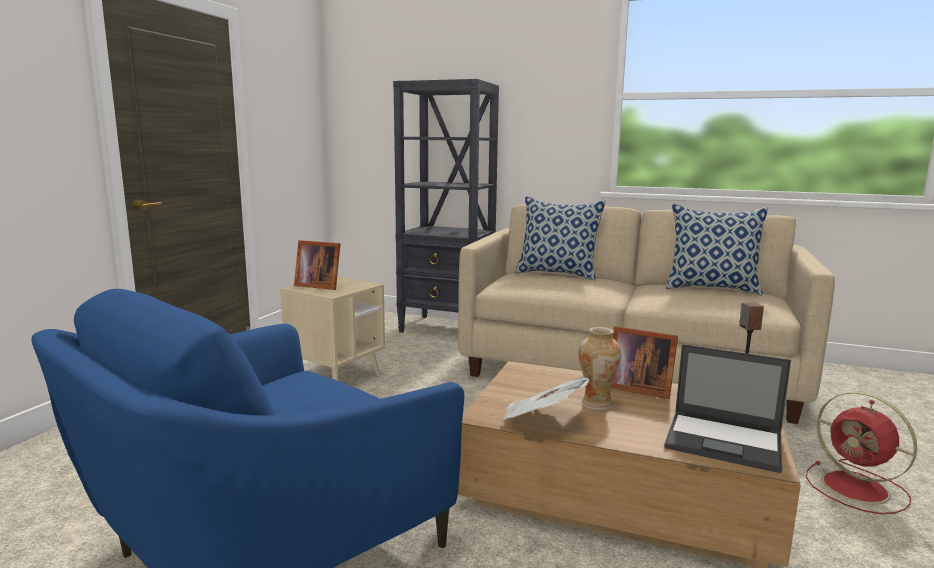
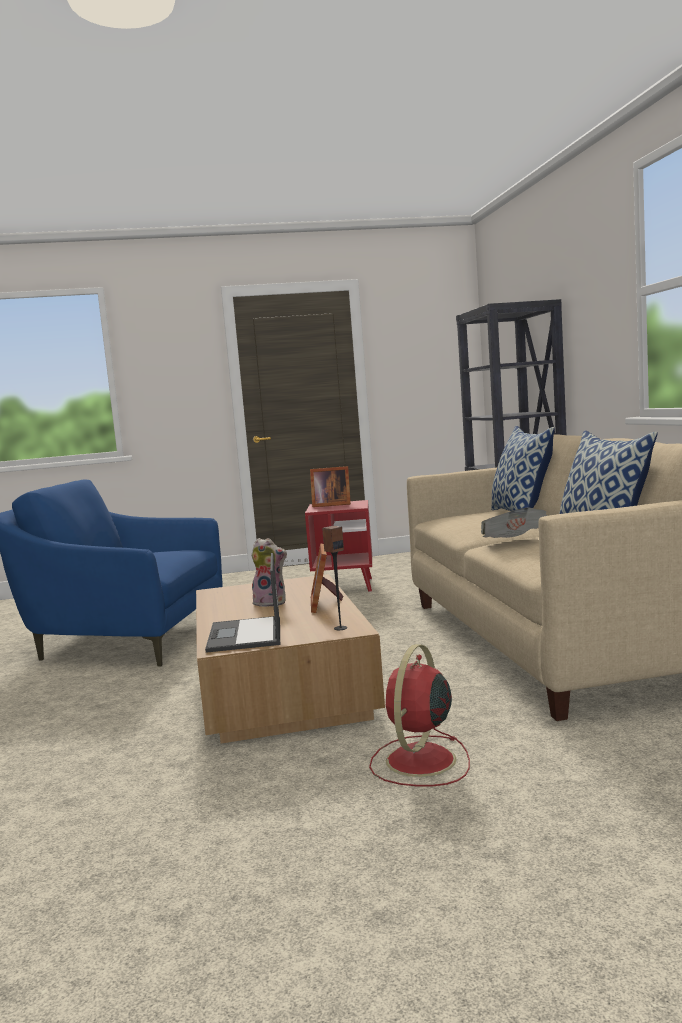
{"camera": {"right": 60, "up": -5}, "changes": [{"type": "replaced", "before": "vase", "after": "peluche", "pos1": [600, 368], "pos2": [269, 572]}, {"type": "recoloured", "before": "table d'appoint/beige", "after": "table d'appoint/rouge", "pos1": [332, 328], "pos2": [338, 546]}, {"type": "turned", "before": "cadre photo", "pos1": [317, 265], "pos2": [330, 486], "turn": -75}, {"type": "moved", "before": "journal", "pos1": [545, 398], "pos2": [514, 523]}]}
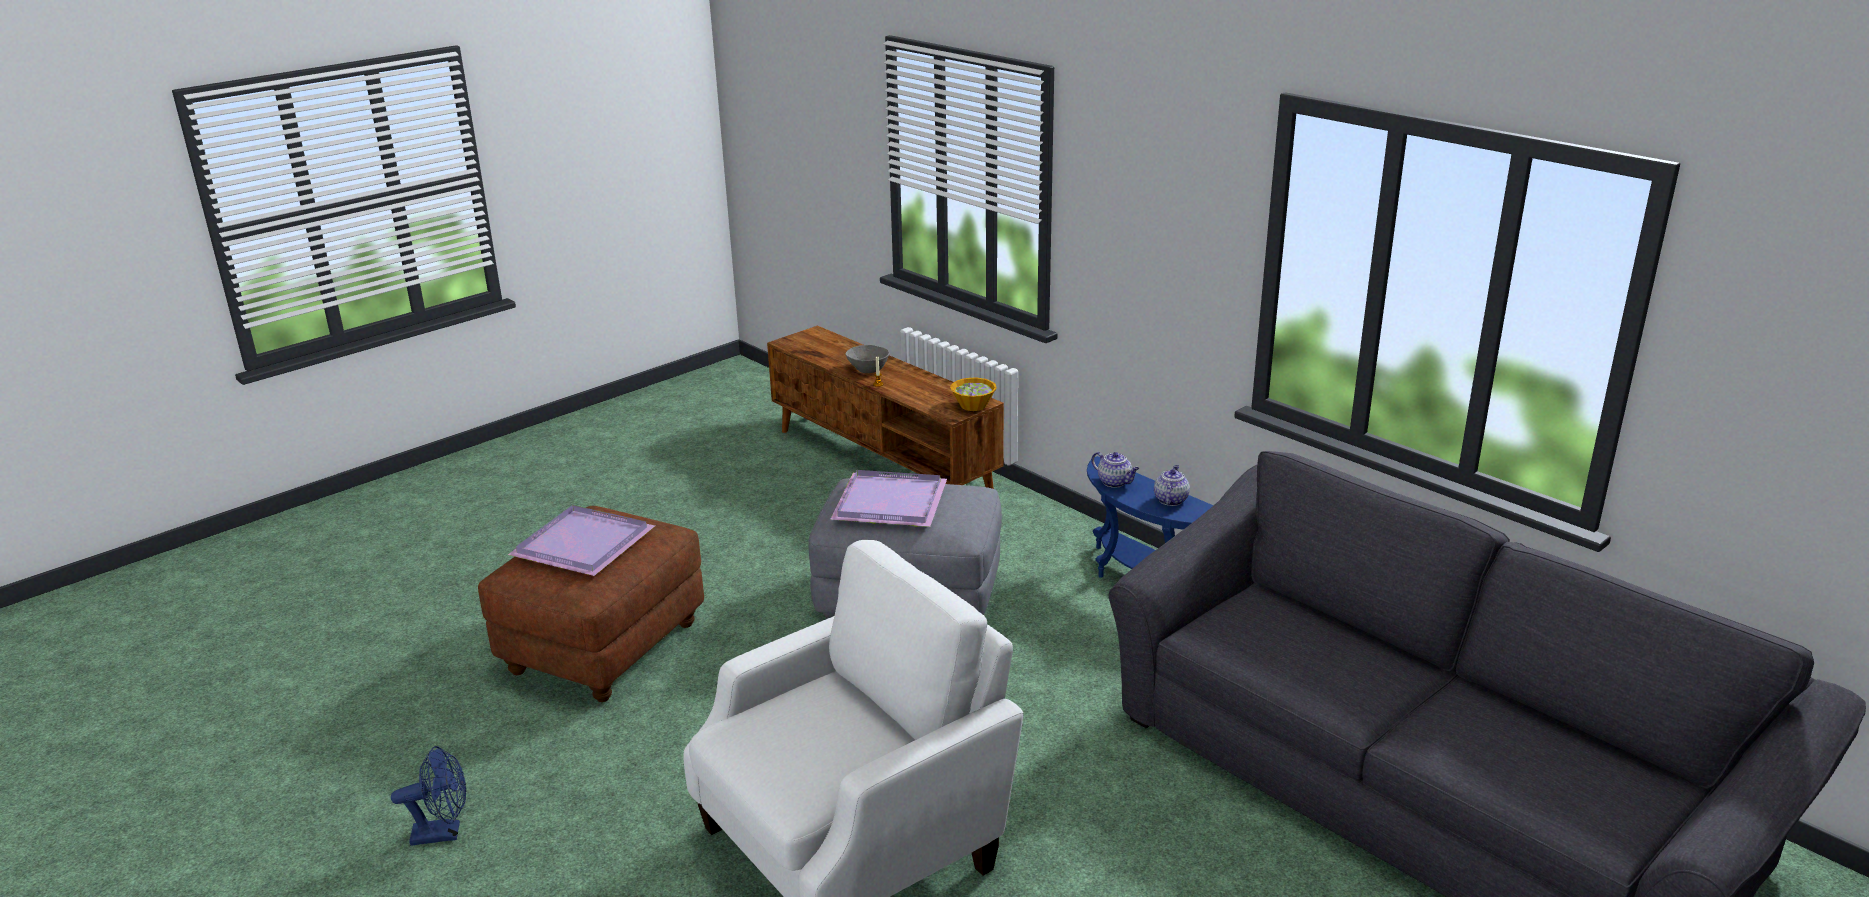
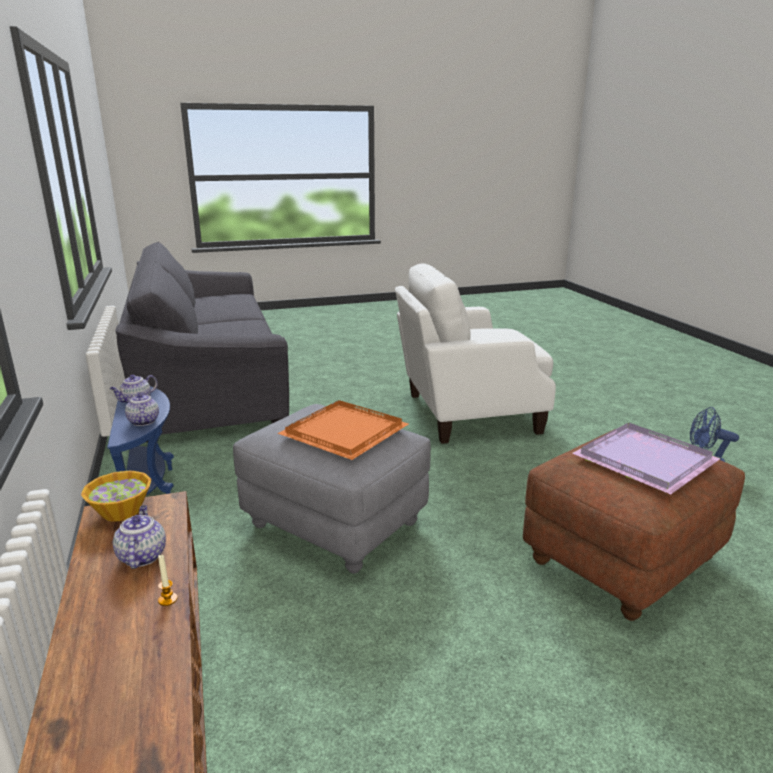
{"camera": {"right": -155, "up": -5}, "changes": [{"type": "added", "after": "théière", "pos2": [139, 537]}, {"type": "recoloured", "before": "plateau/violet", "after": "plateau/orange", "pos1": [888, 498], "pos2": [343, 430]}, {"type": "removed", "before": "bol/gris", "pos1": [867, 359]}]}
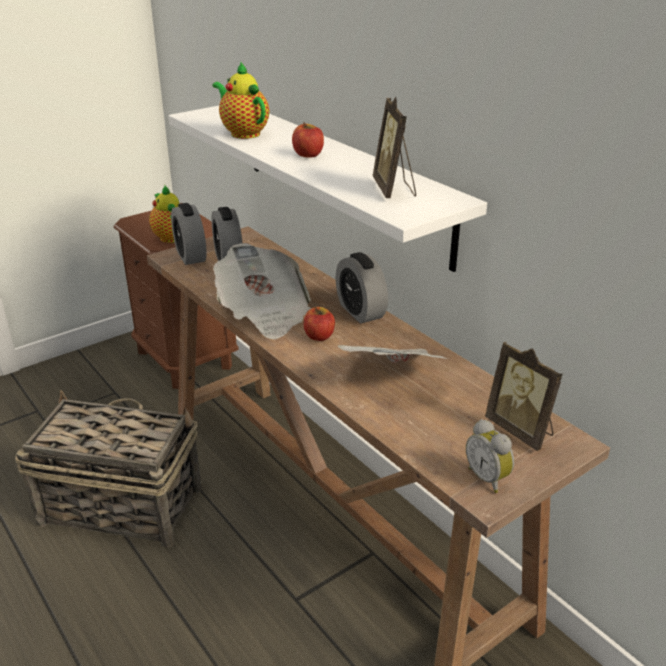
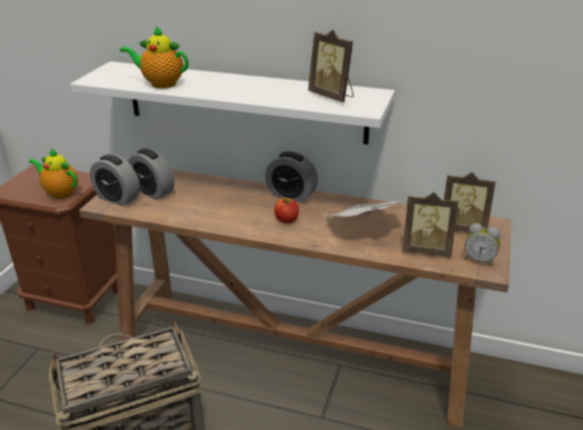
{"camera": {"right": -35, "up": 0}, "changes": [{"type": "added", "after": "cadre photo", "pos2": [430, 224]}, {"type": "removed", "before": "journal", "pos1": [262, 291]}, {"type": "removed", "before": "pomme", "pos1": [308, 140]}]}
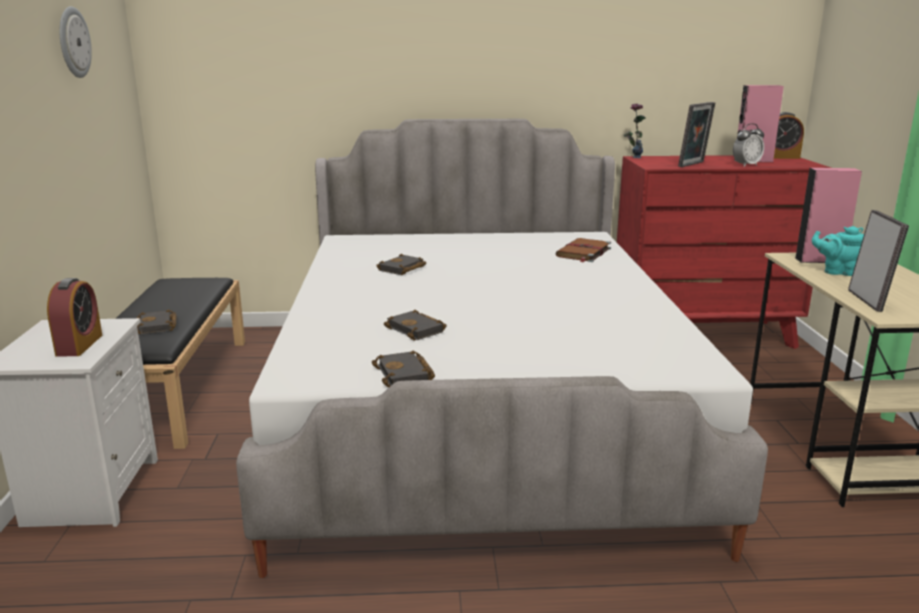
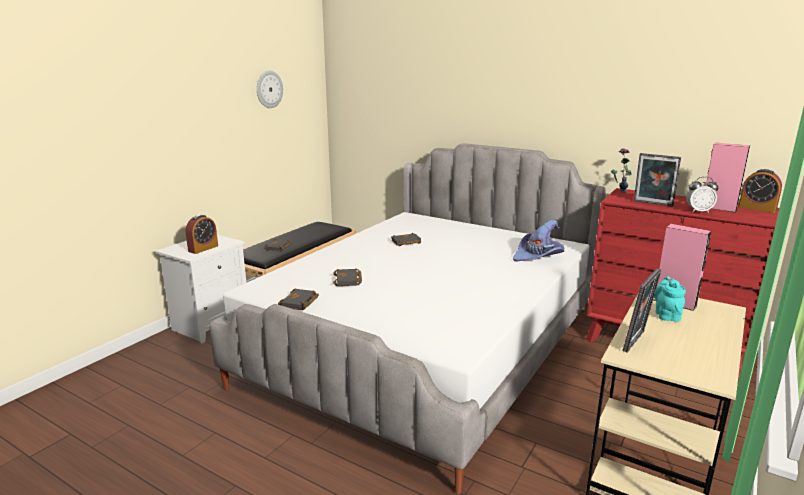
{"camera": {"right": 35, "up": 0}, "changes": [{"type": "replaced", "before": "livre/marron", "after": "chapeau/violet", "pos1": [583, 250], "pos2": [538, 240]}, {"type": "turned", "before": "cadre photo", "pos1": [696, 134], "pos2": [657, 179], "turn": 45}, {"type": "turned", "before": "théière/turquoise", "pos1": [838, 251], "pos2": [670, 298], "turn": 45}]}
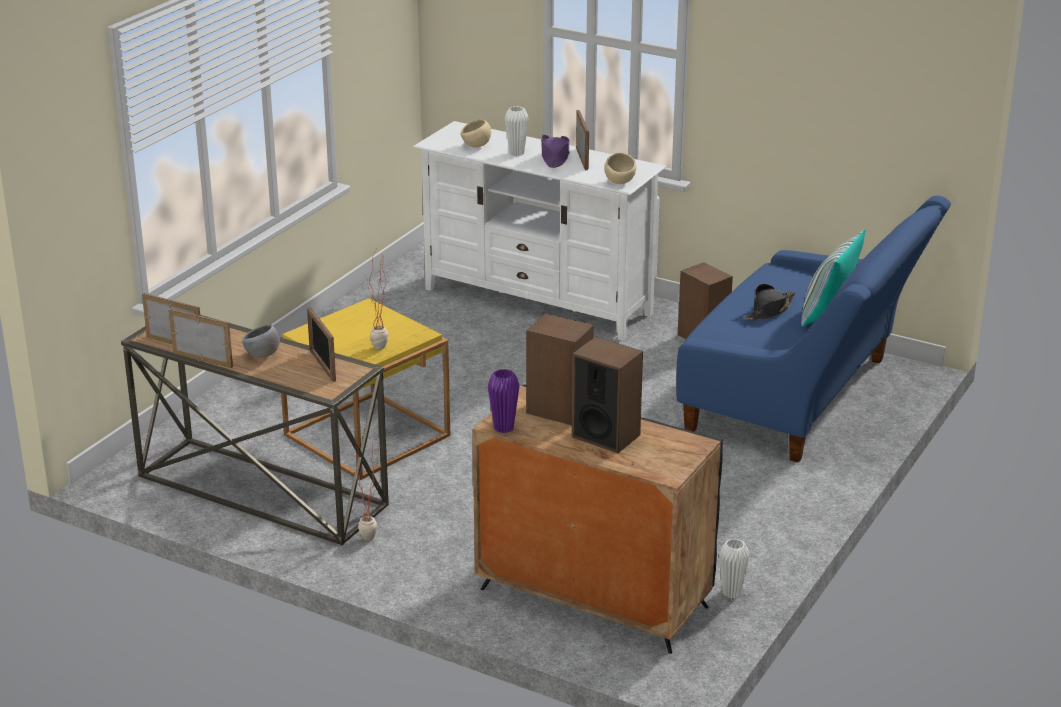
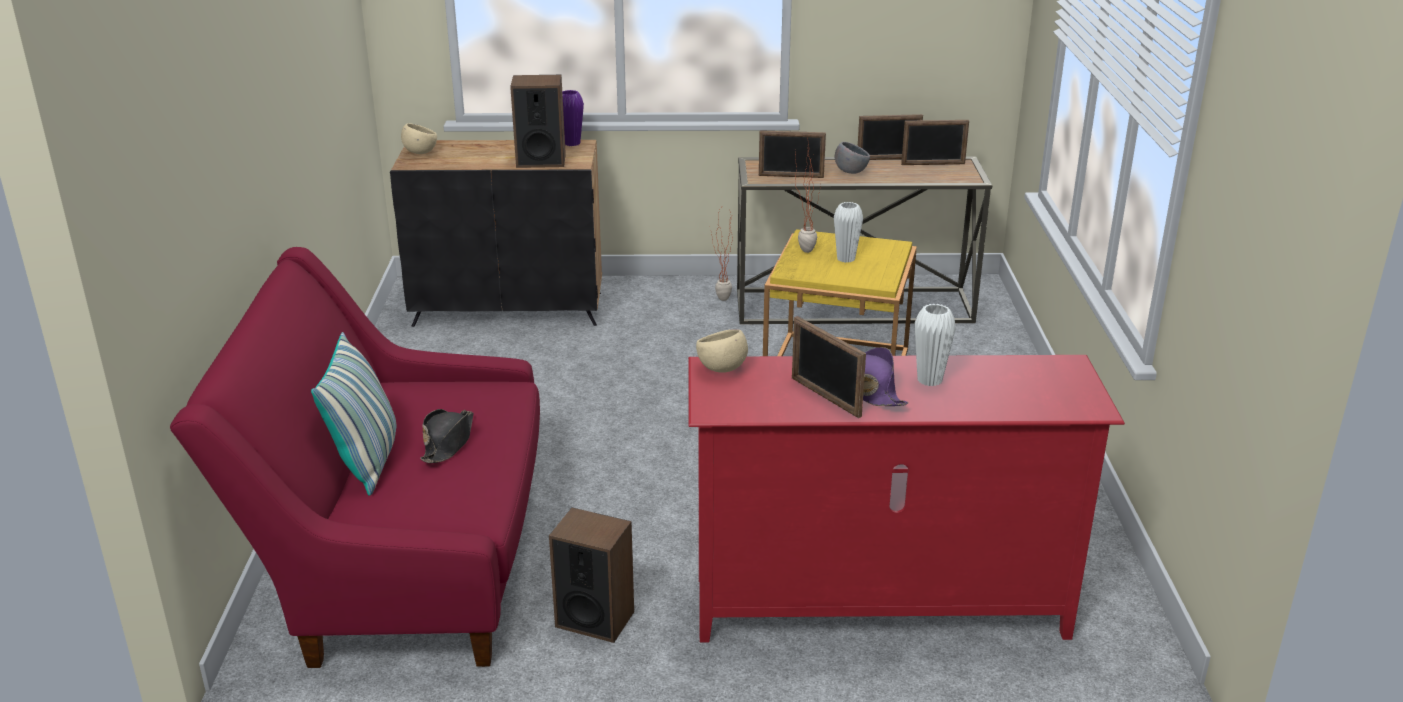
{"camera": {"right": 150, "up": 0}, "changes": [{"type": "recoloured", "before": "canapé/bleu", "after": "canapé/rouge", "pos1": [813, 329], "pos2": [355, 457]}, {"type": "moved", "before": "bol/beige", "pos1": [476, 133], "pos2": [419, 138]}, {"type": "recoloured", "before": "meuble télé/blanc", "after": "meuble télé/rouge", "pos1": [540, 231], "pos2": [906, 498]}, {"type": "turned", "before": "cadre photo", "pos1": [321, 344], "pos2": [792, 154], "turn": 150}, {"type": "moved", "before": "vase/blanc", "pos1": [734, 568], "pos2": [848, 232]}, {"type": "removed", "before": "enceinte", "pos1": [607, 395]}]}
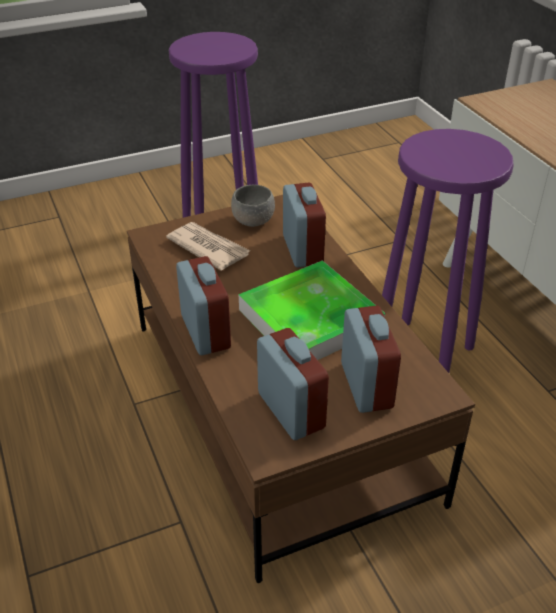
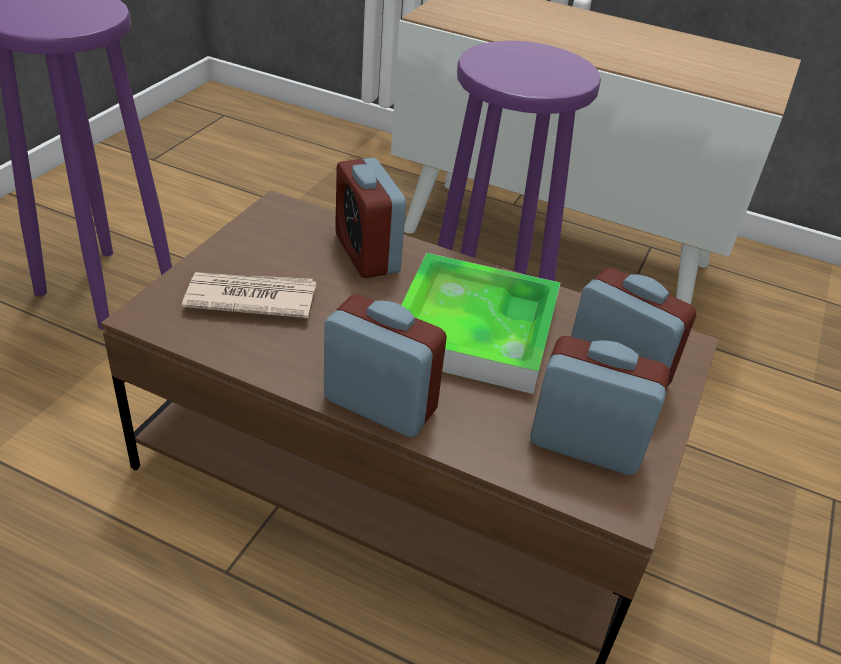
{"camera": {"right": -45, "up": 0}, "changes": [{"type": "turned", "before": "réveil", "pos1": [304, 225], "pos2": [370, 218], "turn": -150}, {"type": "removed", "before": "bol/gris", "pos1": [253, 206]}]}
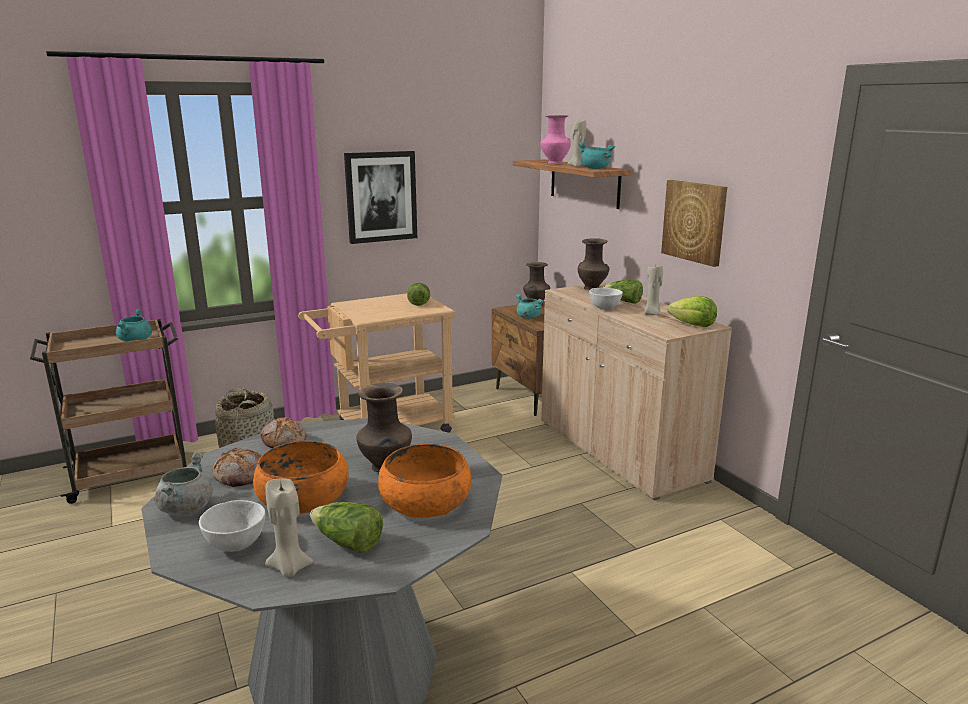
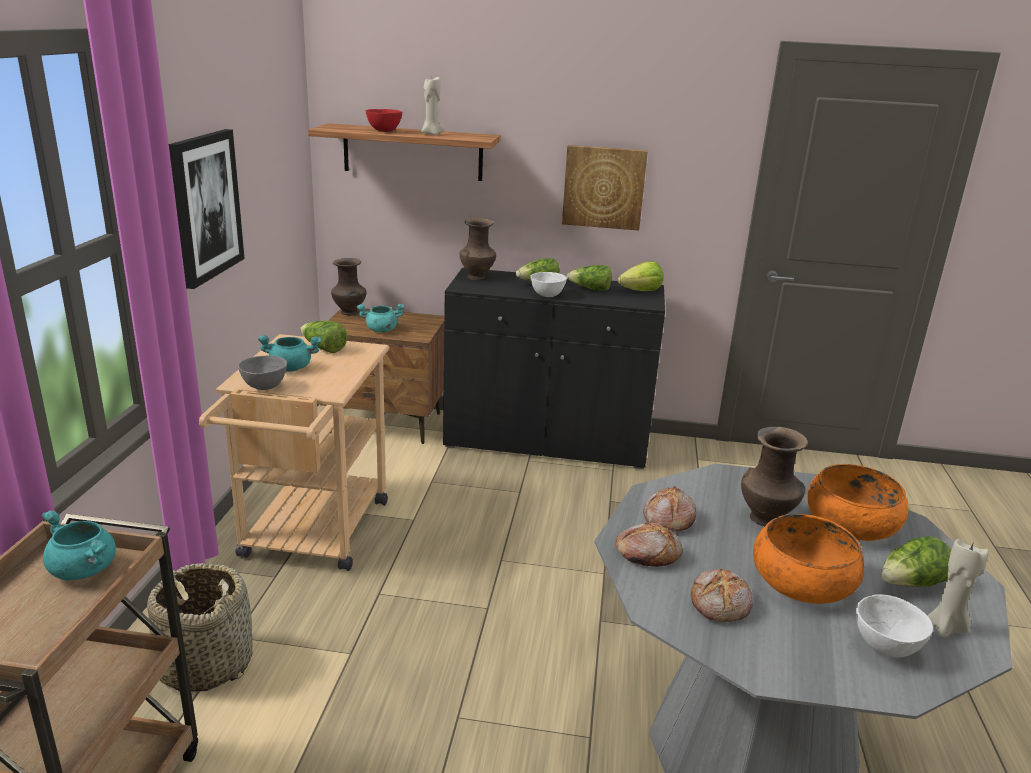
{"camera": {"right": -55, "up": 5}, "changes": [{"type": "added", "after": "bol/gris", "pos2": [262, 372]}, {"type": "moved", "before": "marmite/turquoise", "pos1": [596, 155], "pos2": [289, 353]}, {"type": "replaced", "before": "vase/rose", "after": "bol/rouge", "pos1": [555, 139], "pos2": [384, 120]}, {"type": "recoloured", "before": "meuble de rangement/beige", "after": "meuble de rangement/noir", "pos1": [636, 391], "pos2": [554, 368]}, {"type": "replaced", "before": "bougie/beige", "after": "laitue", "pos1": [653, 291], "pos2": [589, 278]}, {"type": "added", "after": "pain", "pos2": [669, 509]}, {"type": "removed", "before": "marmite/gris", "pos1": [183, 483]}]}
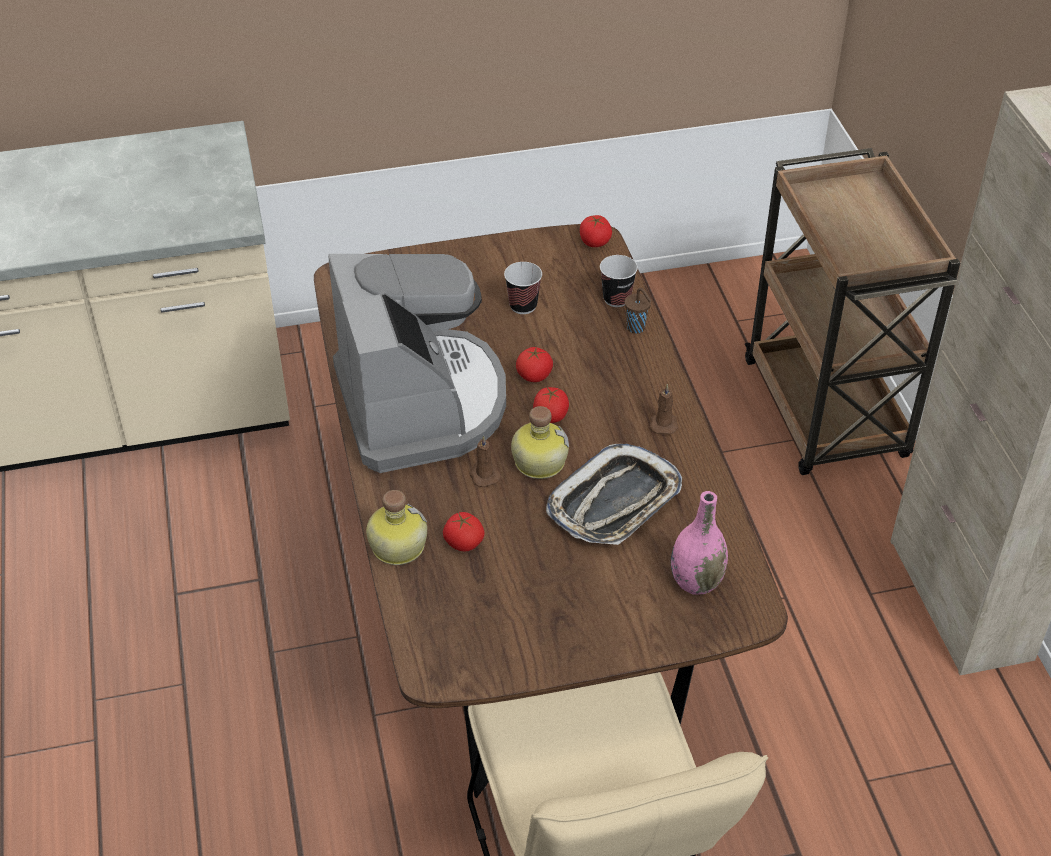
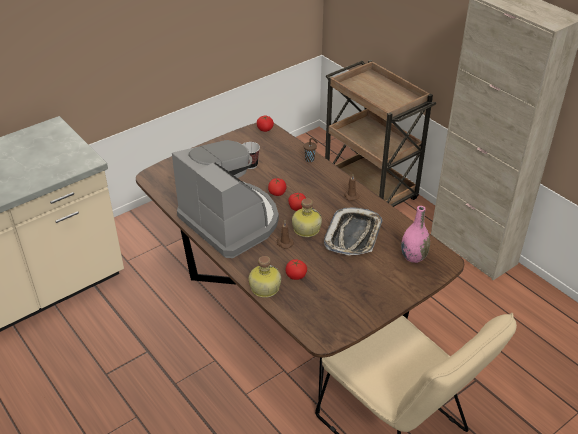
{"camera": {"right": -25, "up": -5}, "changes": [{"type": "removed", "before": "tasse", "pos1": [619, 281]}]}
